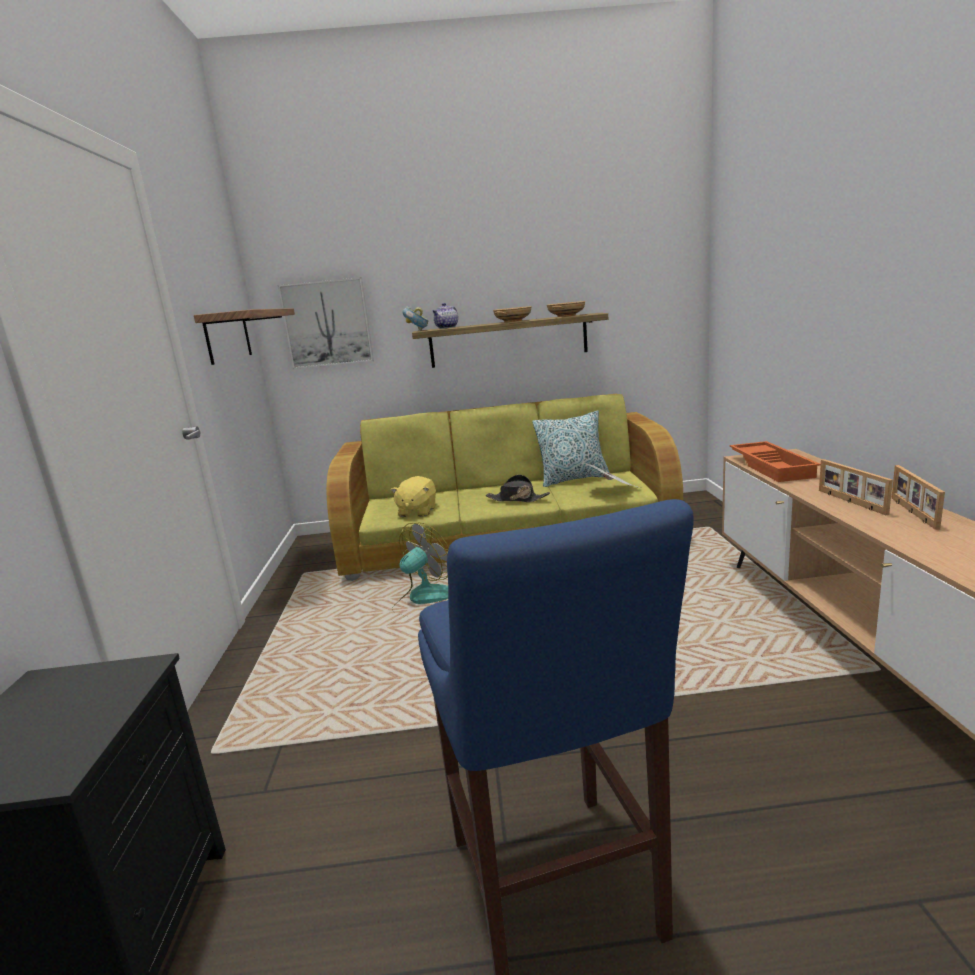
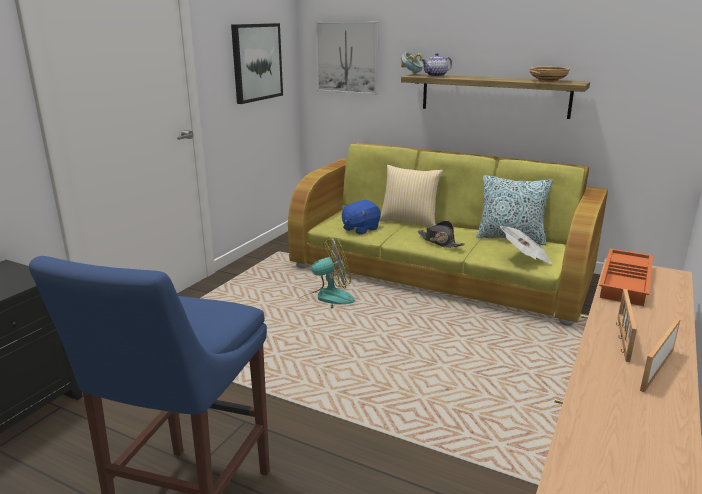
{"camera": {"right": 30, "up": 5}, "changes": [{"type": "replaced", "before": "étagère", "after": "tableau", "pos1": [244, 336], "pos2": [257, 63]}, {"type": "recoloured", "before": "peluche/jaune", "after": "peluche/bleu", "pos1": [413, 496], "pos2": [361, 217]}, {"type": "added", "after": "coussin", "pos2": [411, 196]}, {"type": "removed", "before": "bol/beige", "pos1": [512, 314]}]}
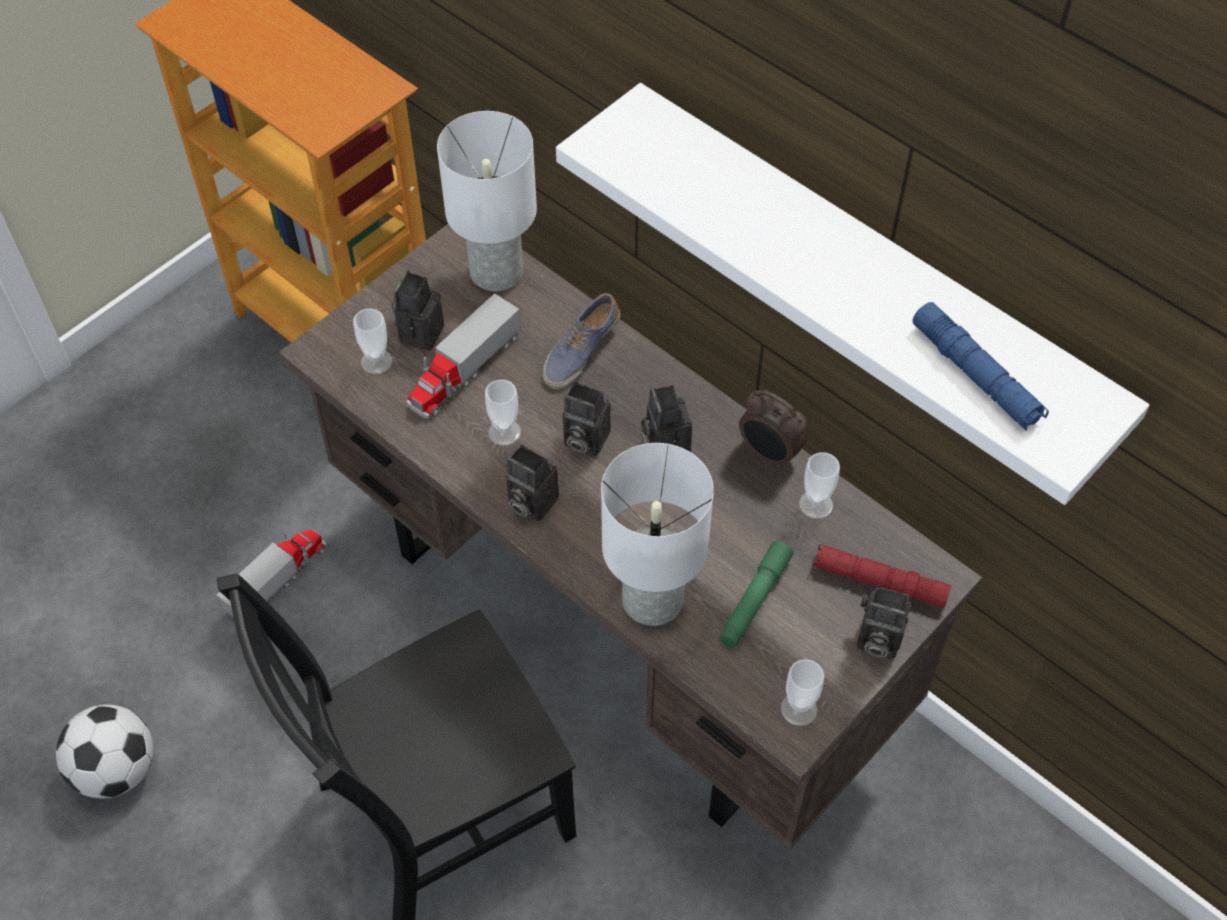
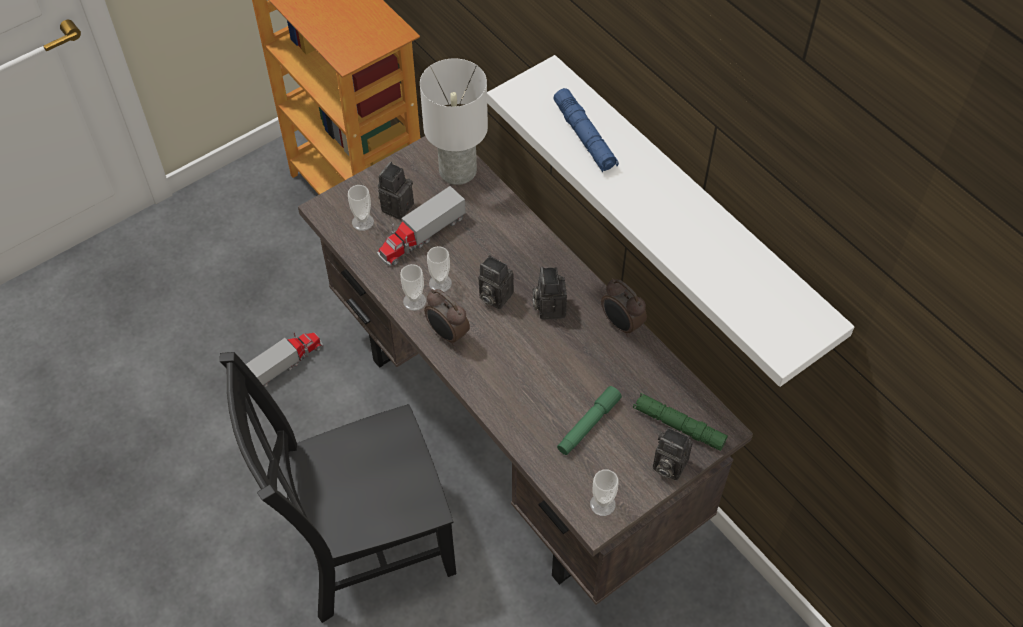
{"camera": {"right": 10, "up": 0}, "changes": [{"type": "moved", "before": "tasse", "pos1": [819, 485], "pos2": [413, 287]}, {"type": "replaced", "before": "appareil photo", "after": "réveil", "pos1": [532, 483], "pos2": [447, 317]}, {"type": "moved", "before": "lampe de poche/bleu", "pos1": [980, 366], "pos2": [586, 130]}, {"type": "recoloured", "before": "lampe de poche/rouge", "after": "lampe de poche/vert", "pos1": [881, 576], "pos2": [680, 422]}, {"type": "removed", "before": "ballon de foot", "pos1": [104, 752]}, {"type": "removed", "before": "chaussure", "pos1": [581, 341]}, {"type": "removed", "before": "lampe de table/blanc", "pos1": [657, 534]}]}
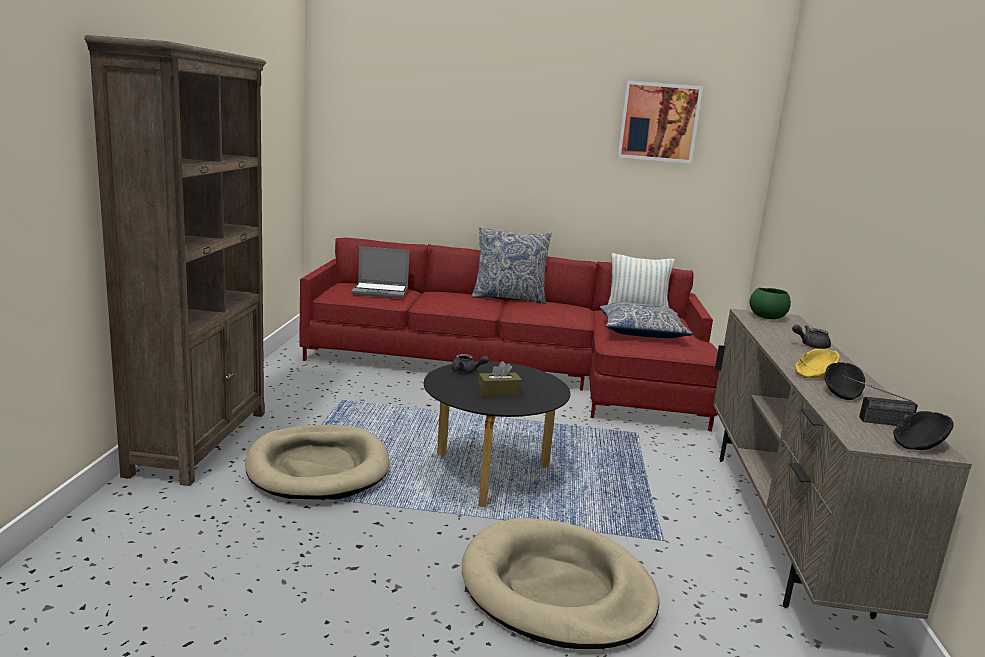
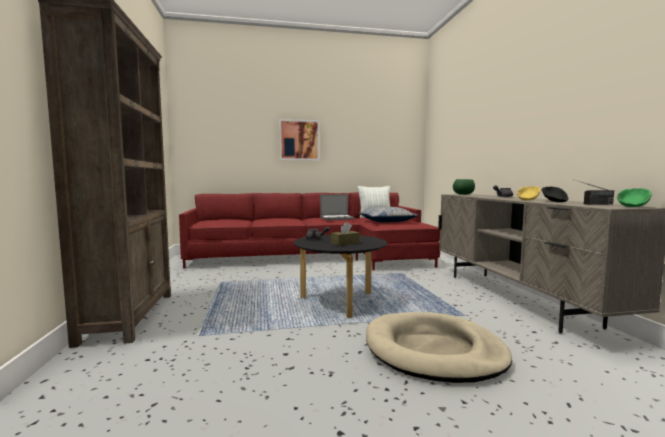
{"camera": {"right": -15, "up": -10}, "changes": [{"type": "moved", "before": "tableau", "pos1": [660, 122], "pos2": [299, 140]}, {"type": "moved", "before": "ordinateur portable", "pos1": [380, 272], "pos2": [337, 207]}, {"type": "recoloured", "before": "bol/noir", "after": "bol/vert", "pos1": [923, 430], "pos2": [634, 197]}, {"type": "removed", "before": "panier pour chien/beige", "pos1": [317, 462]}, {"type": "removed", "before": "coussin", "pos1": [512, 265]}]}
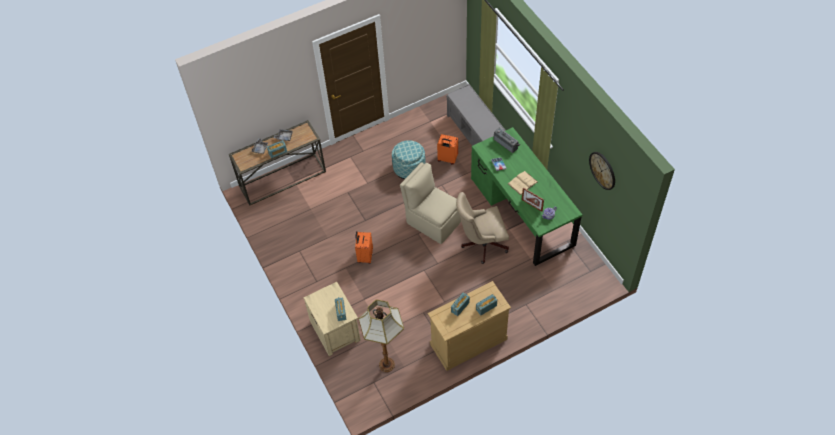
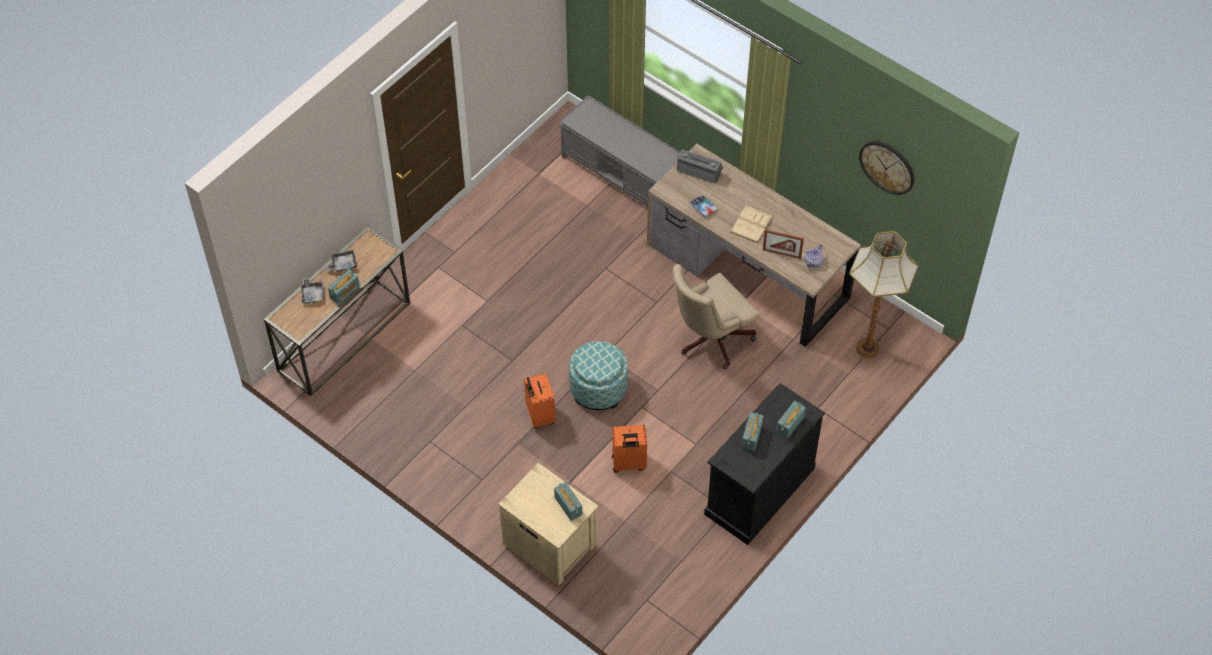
{"camera": {"right": -25, "up": 0}, "changes": [{"type": "moved", "before": "pouf", "pos1": [409, 159], "pos2": [598, 375]}, {"type": "moved", "before": "valise/orange", "pos1": [447, 149], "pos2": [629, 449]}, {"type": "recoloured", "before": "bureau/vert", "after": "bureau/marron", "pos1": [527, 196], "pos2": [754, 245]}, {"type": "recoloured", "before": "commode/beige", "after": "commode/noir", "pos1": [469, 326], "pos2": [764, 464]}, {"type": "moved", "before": "lampadaire", "pos1": [381, 335], "pos2": [883, 294]}, {"type": "removed", "before": "chaise/beige", "pos1": [430, 203]}]}
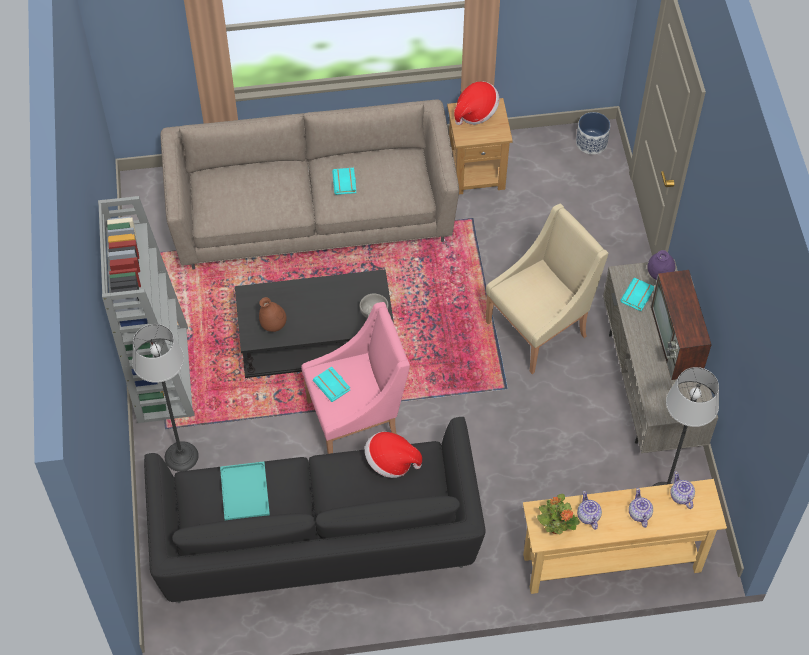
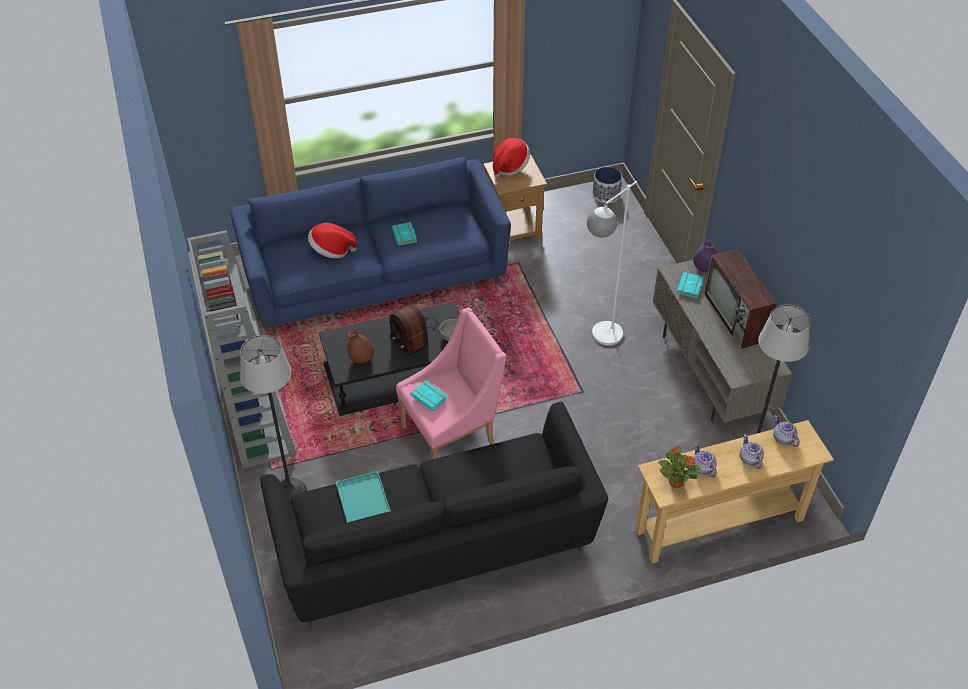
{"camera": {"right": -10, "up": -10}, "changes": [{"type": "recoloured", "before": "canapé/beige", "after": "canapé/bleu", "pos1": [309, 185], "pos2": [371, 245]}, {"type": "moved", "before": "chapeau", "pos1": [393, 455], "pos2": [332, 240]}, {"type": "added", "after": "radio", "pos2": [414, 330]}, {"type": "replaced", "before": "fauteuil/beige", "after": "lampadaire/blanc", "pos1": [547, 289], "pos2": [612, 263]}]}
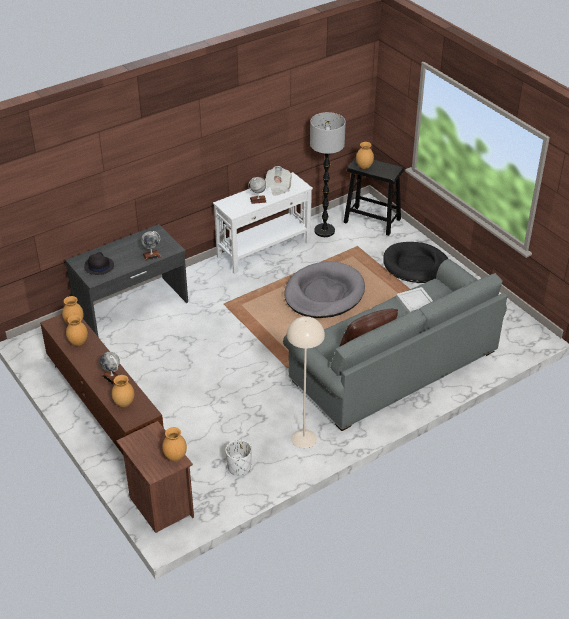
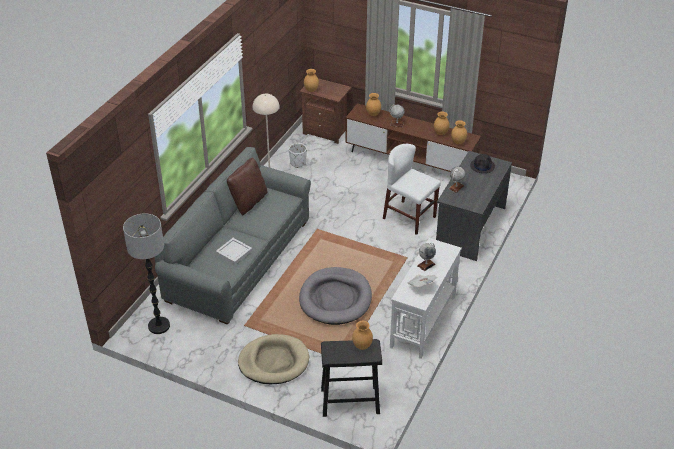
{"camera": {"right": 150, "up": 0}, "changes": [{"type": "moved", "before": "lampadaire", "pos1": [328, 174], "pos2": [146, 273]}, {"type": "recoloured", "before": "panier pour chien/noir", "after": "panier pour chien/beige", "pos1": [415, 262], "pos2": [273, 359]}, {"type": "added", "after": "chaise/blanc", "pos2": [412, 189]}]}
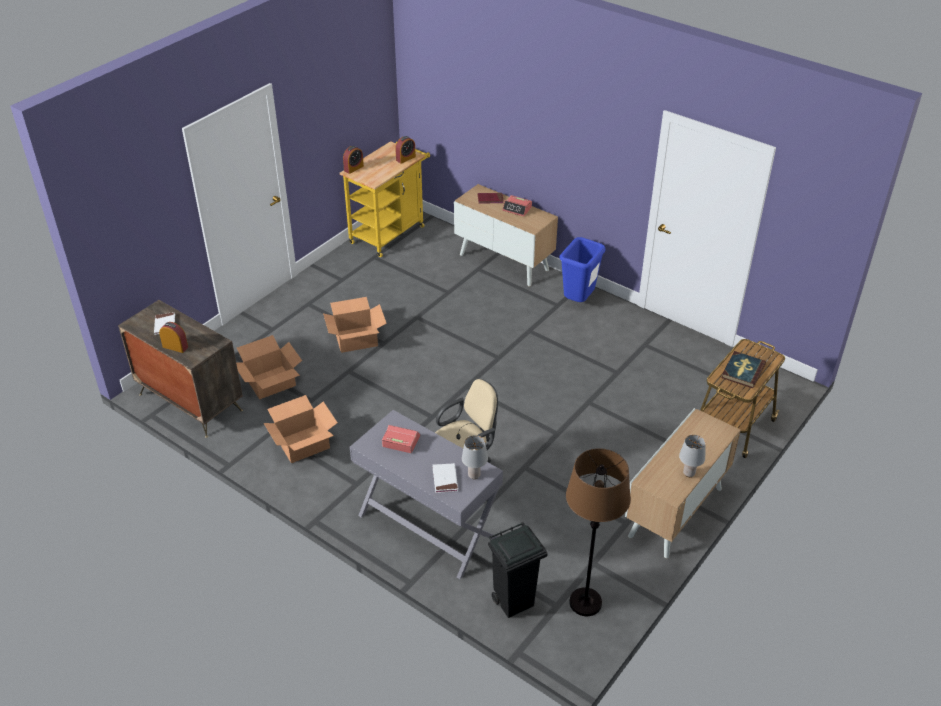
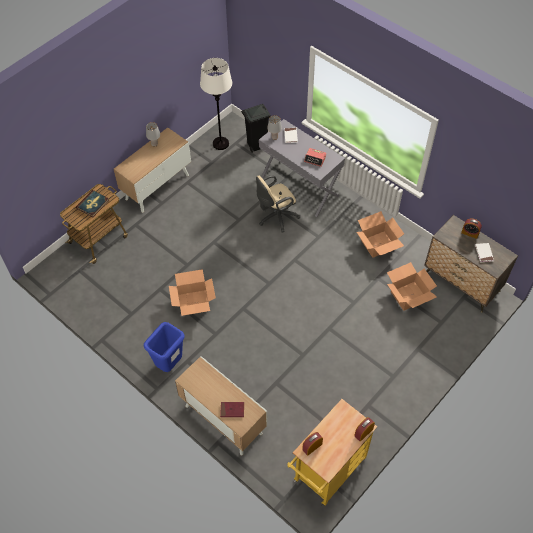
{"camera": {"right": -175, "up": 15}, "changes": [{"type": "moved", "before": "carton", "pos1": [355, 325], "pos2": [192, 292]}, {"type": "recoloured", "before": "lampadaire/marron", "after": "lampadaire/blanc", "pos1": [598, 532], "pos2": [216, 104]}, {"type": "removed", "before": "réveil", "pos1": [517, 206]}]}
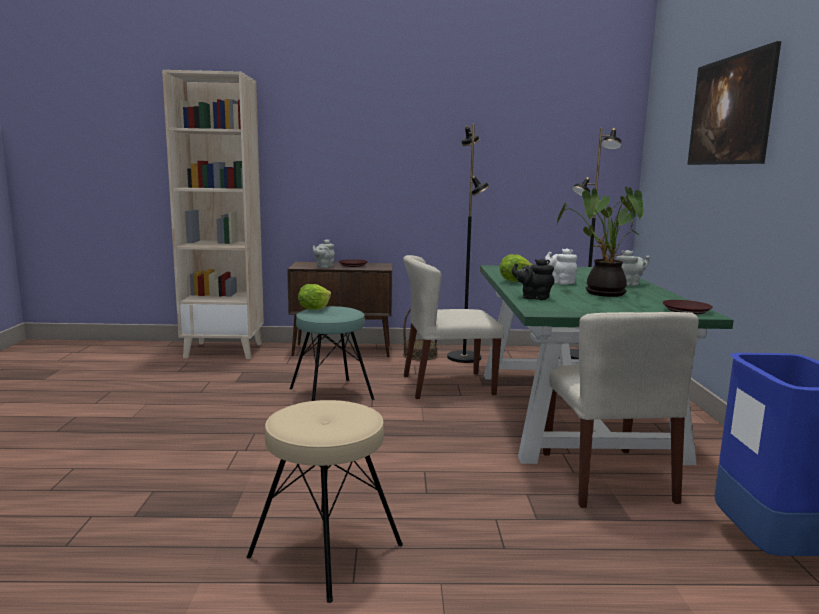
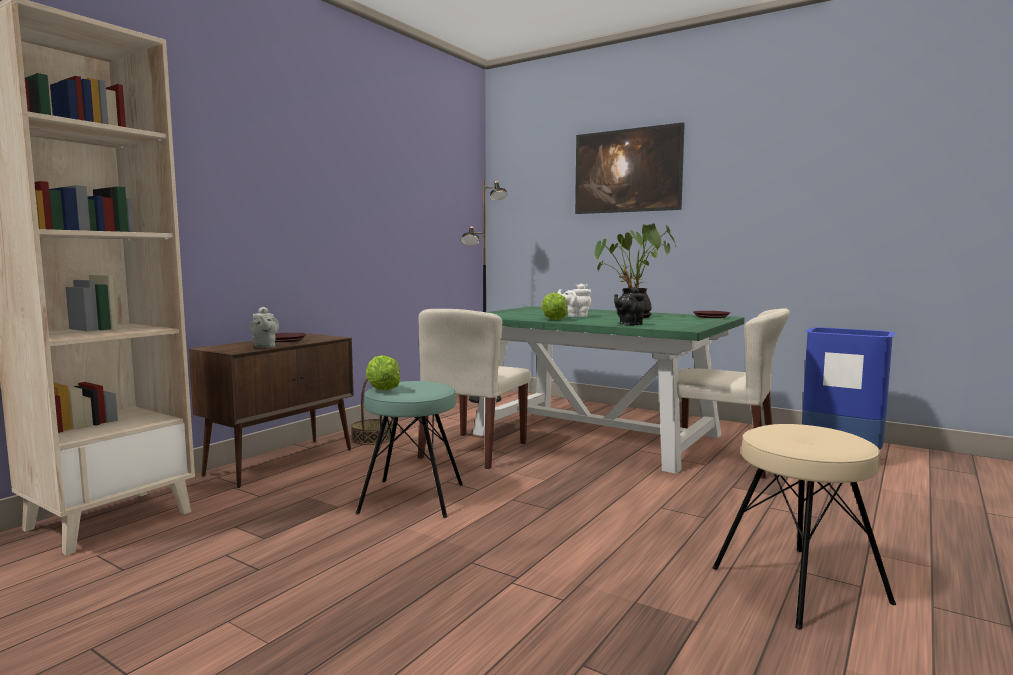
{"camera": {"right": -55, "up": -5}, "changes": [{"type": "removed", "before": "lampadaire/noir", "pos1": [468, 243]}, {"type": "removed", "before": "théière/gris", "pos1": [633, 268]}]}
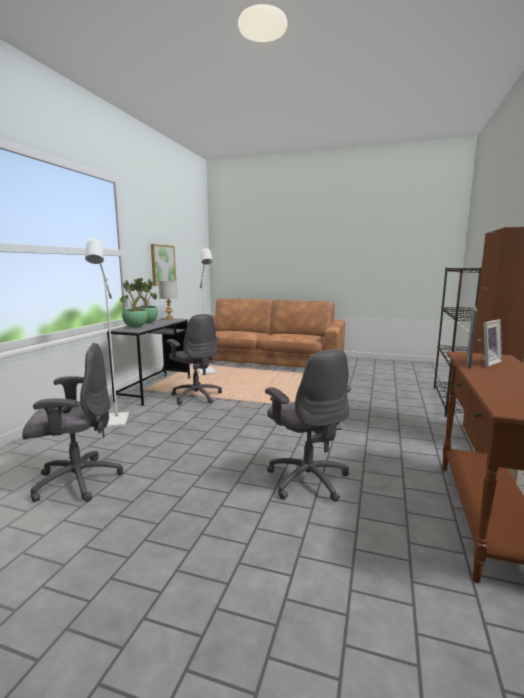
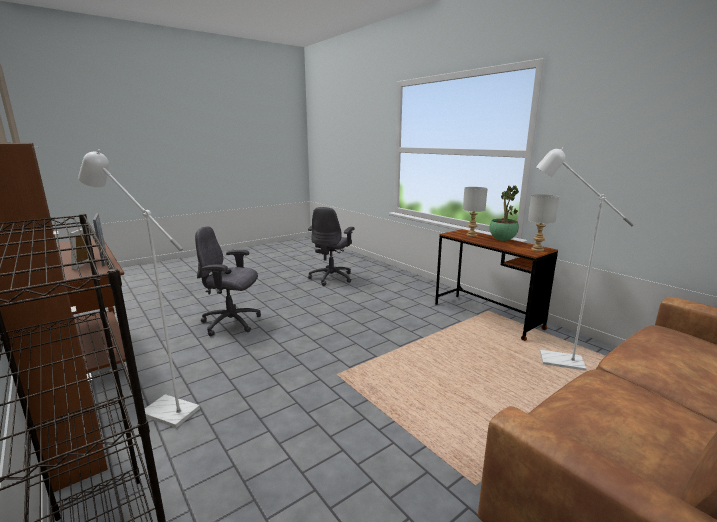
{"camera": {"right": 125, "up": 5}, "changes": [{"type": "moved", "before": "lampadaire/blanc", "pos1": [107, 333], "pos2": [139, 288]}, {"type": "recoloured", "before": "bureau/gris", "after": "bureau/marron", "pos1": [148, 362], "pos2": [496, 285]}, {"type": "replaced", "before": "plante en pot", "after": "lampe de table/gris", "pos1": [135, 303], "pos2": [475, 212]}, {"type": "removed", "before": "tableau", "pos1": [163, 265]}, {"type": "removed", "before": "chaise de bureau/gris", "pos1": [194, 359]}]}
